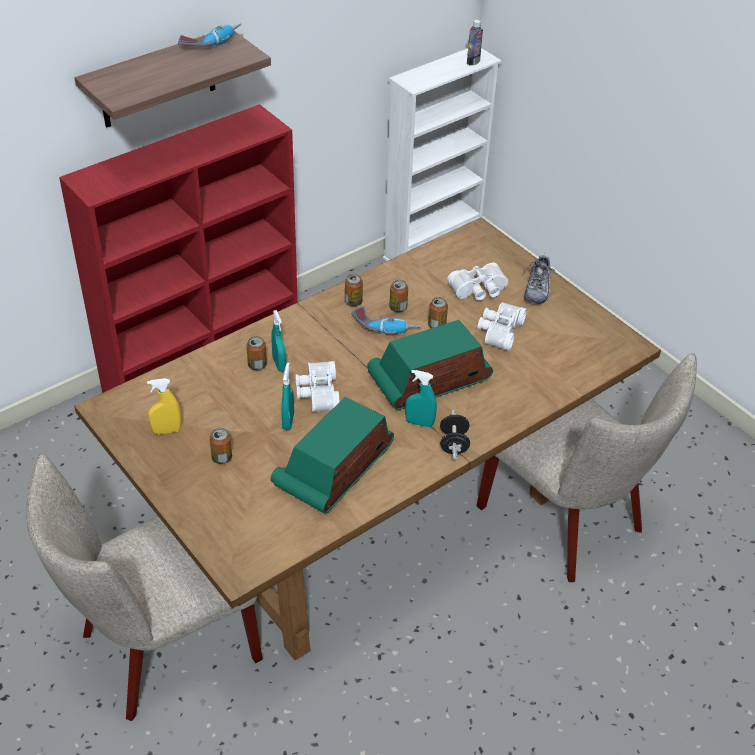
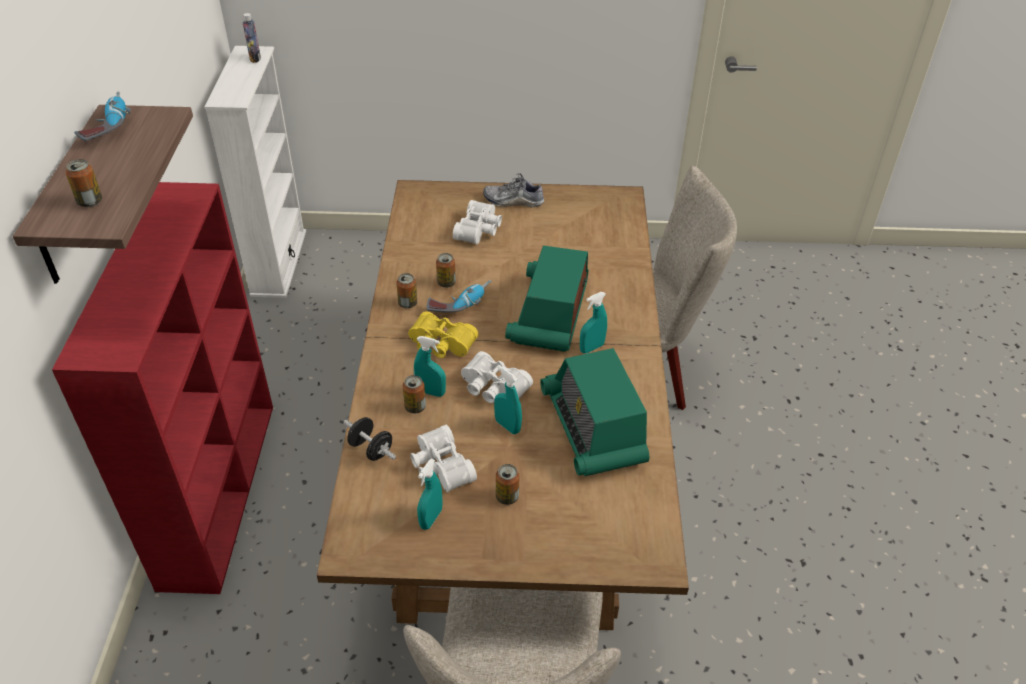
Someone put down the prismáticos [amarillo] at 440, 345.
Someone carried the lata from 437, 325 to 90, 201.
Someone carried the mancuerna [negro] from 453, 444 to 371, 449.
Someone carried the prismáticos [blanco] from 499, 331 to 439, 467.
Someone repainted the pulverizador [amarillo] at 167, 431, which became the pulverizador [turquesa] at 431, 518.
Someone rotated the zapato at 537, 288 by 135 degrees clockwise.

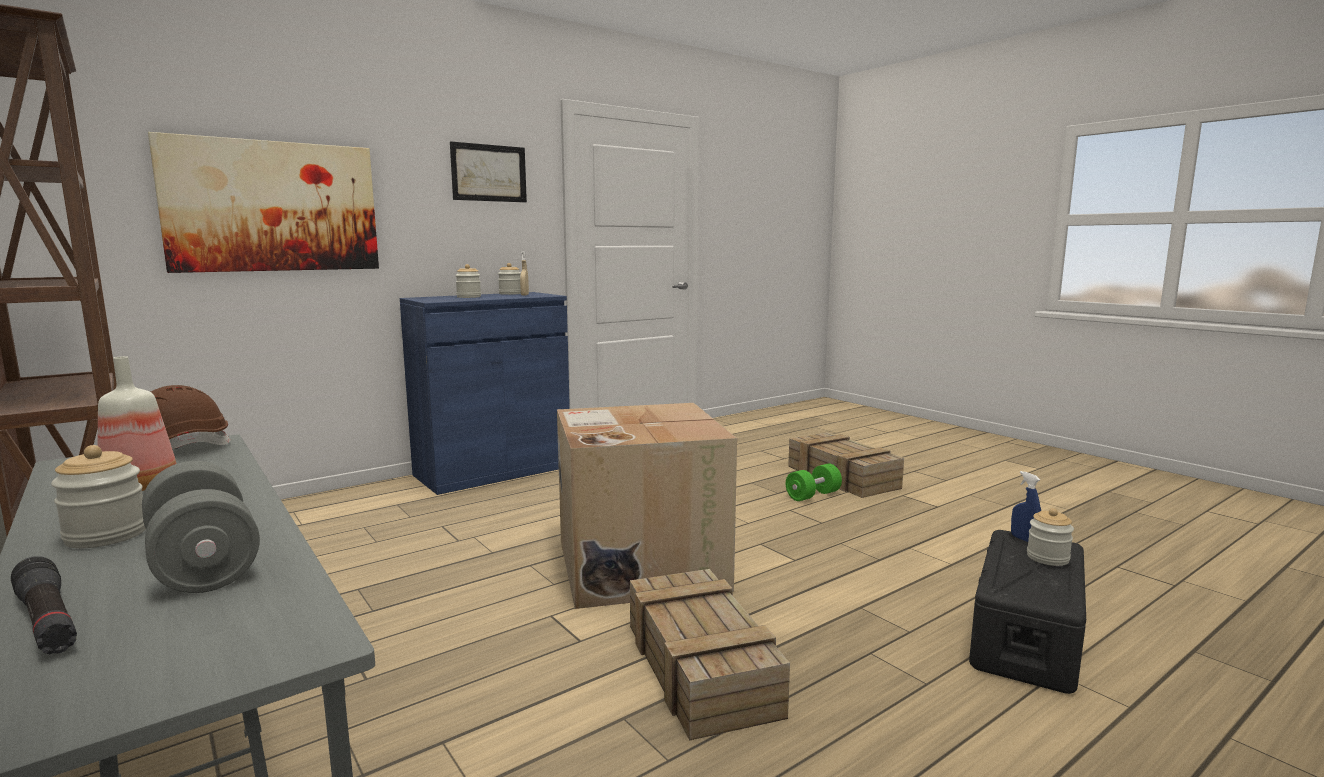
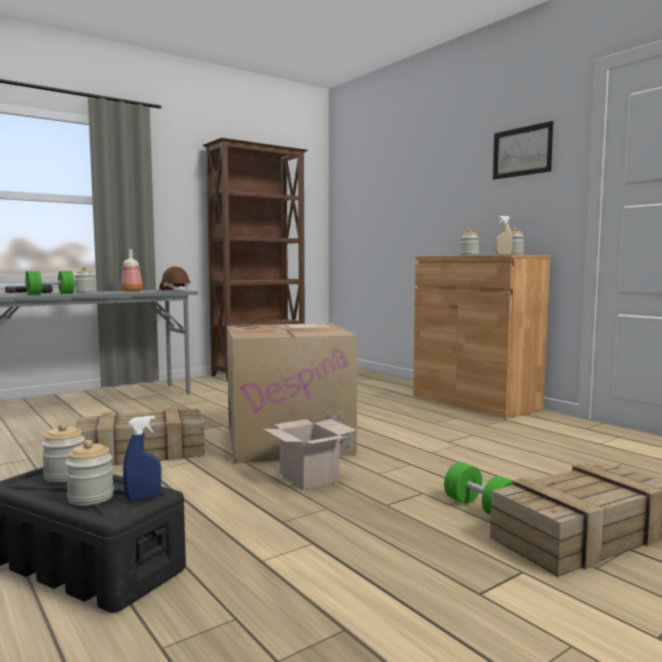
Someone took away the cuadro at 273, 206.
Someone put down the tarro at 65, 475.
Someone put down the caja de cartón at 310, 478.
Someone repainted the mancuerna [gris] at 203, 562, which became the mancuerna [verde] at 50, 294.
Someone repainted the armario [azul] at 493, 471, which became the armario [marrón] at 475, 402.

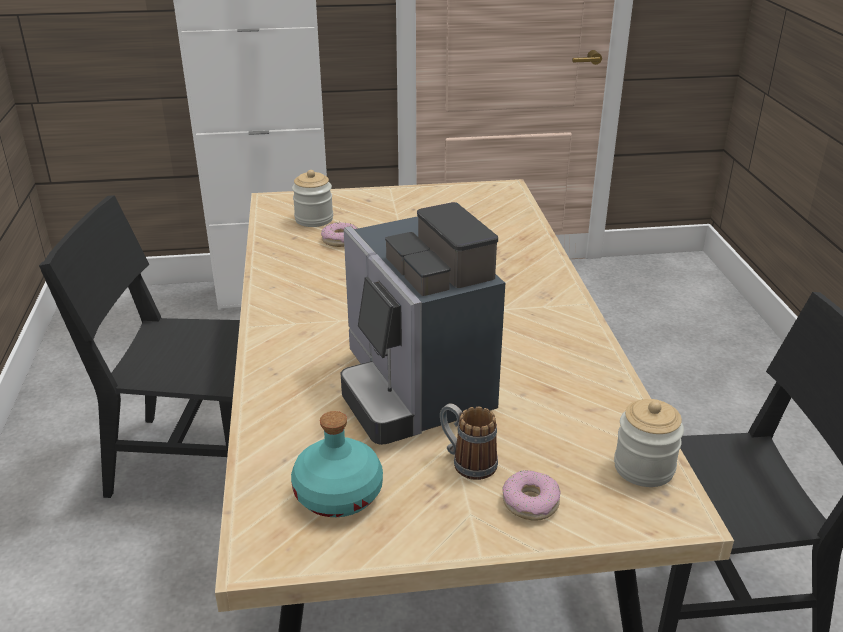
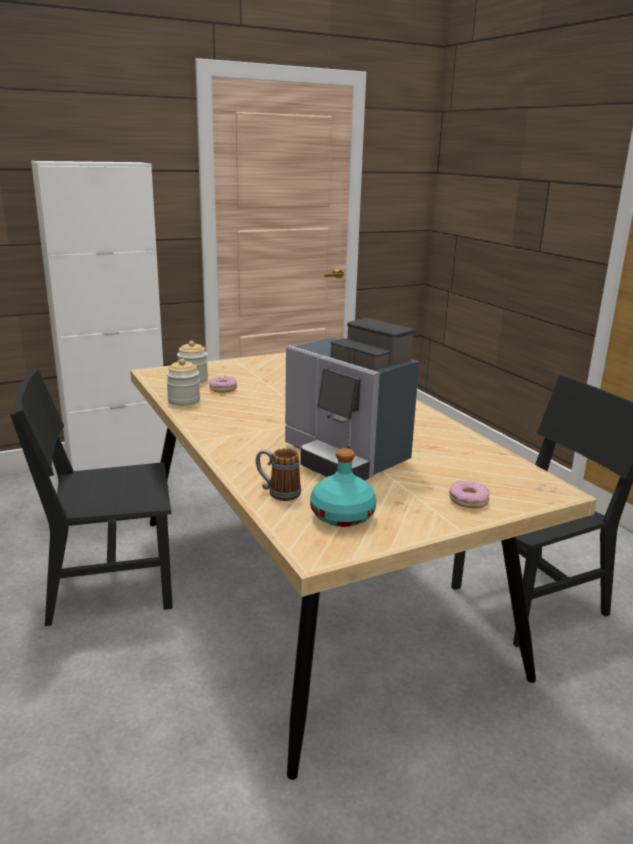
Someone carried the taza grande from 467, 462 to 278, 493.
Someone carried the tarro from 644, 467 to 184, 401.

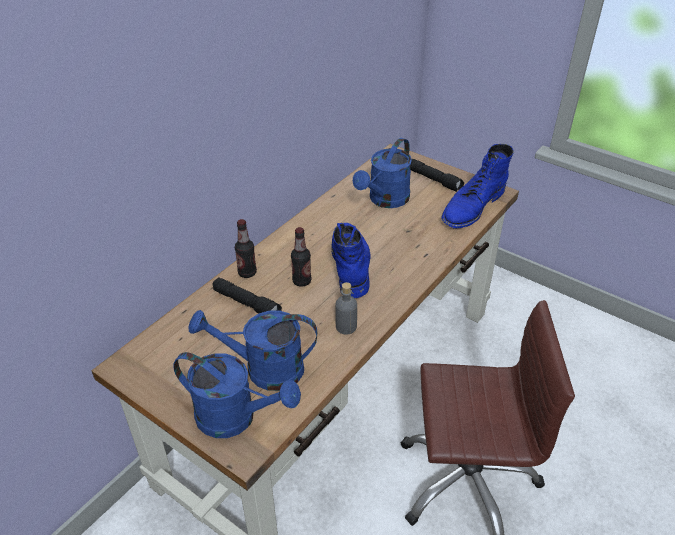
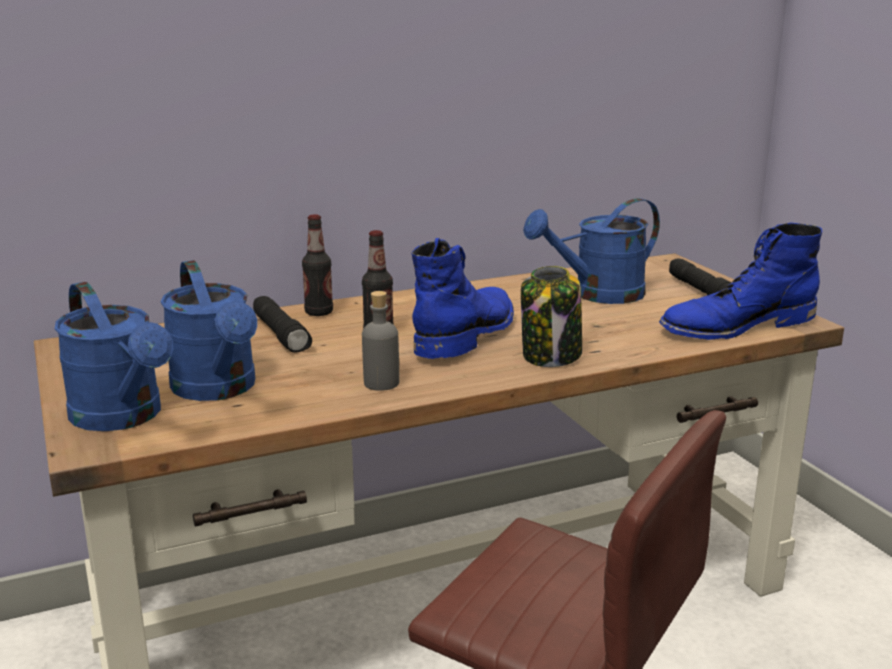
Someone put down the tarro at 551, 356.
Someone rotated the regadera [azul] at 264, 369 by 150 degrees counterclockwise.

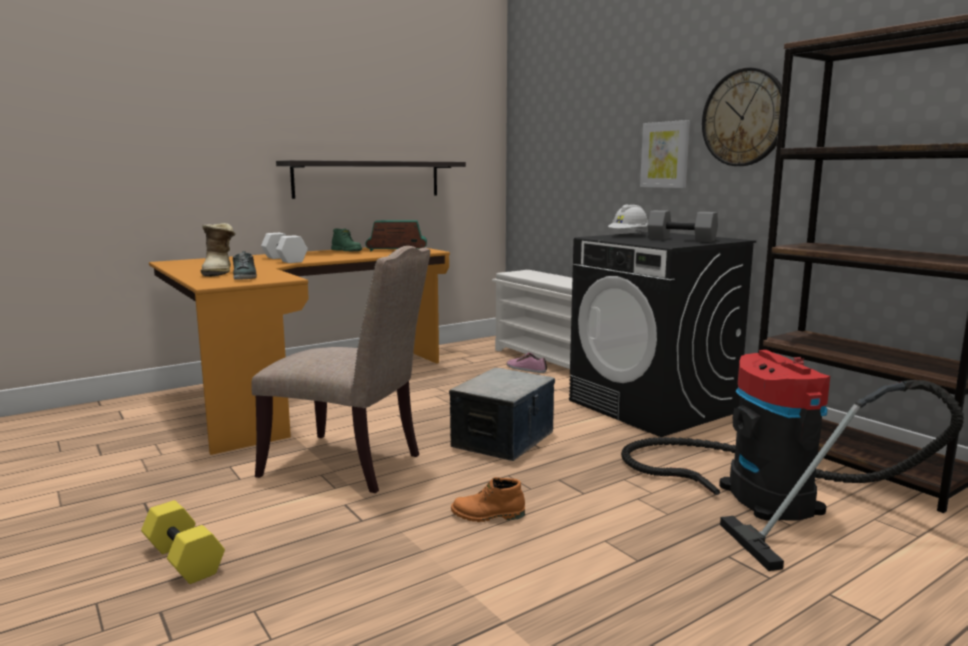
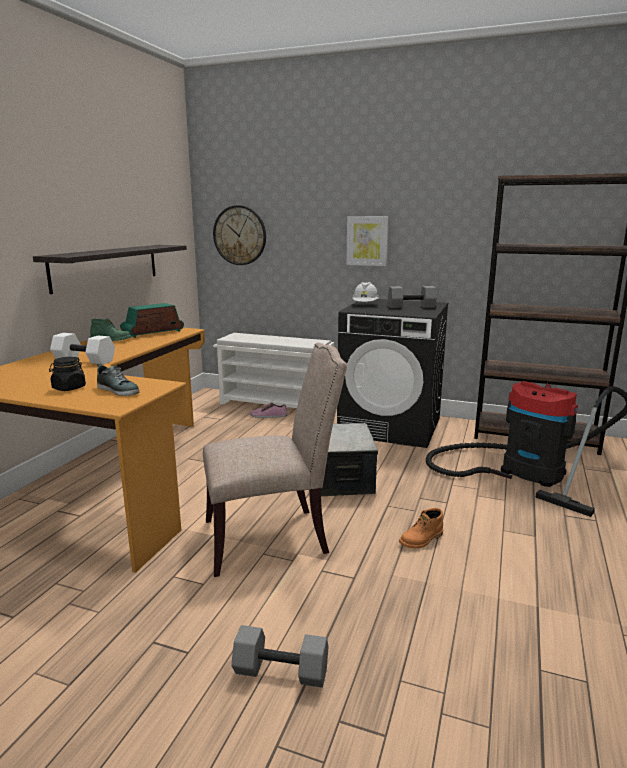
Someone carried the reloj de pared from 744, 118 to 240, 235.
Someone swapped the bota at 220, 272 for the tarro [negro] at 69, 388.
Someone repainted the mancuerna [amarillo] at 185, 559, which became the mancuerna [gris] at 282, 670.

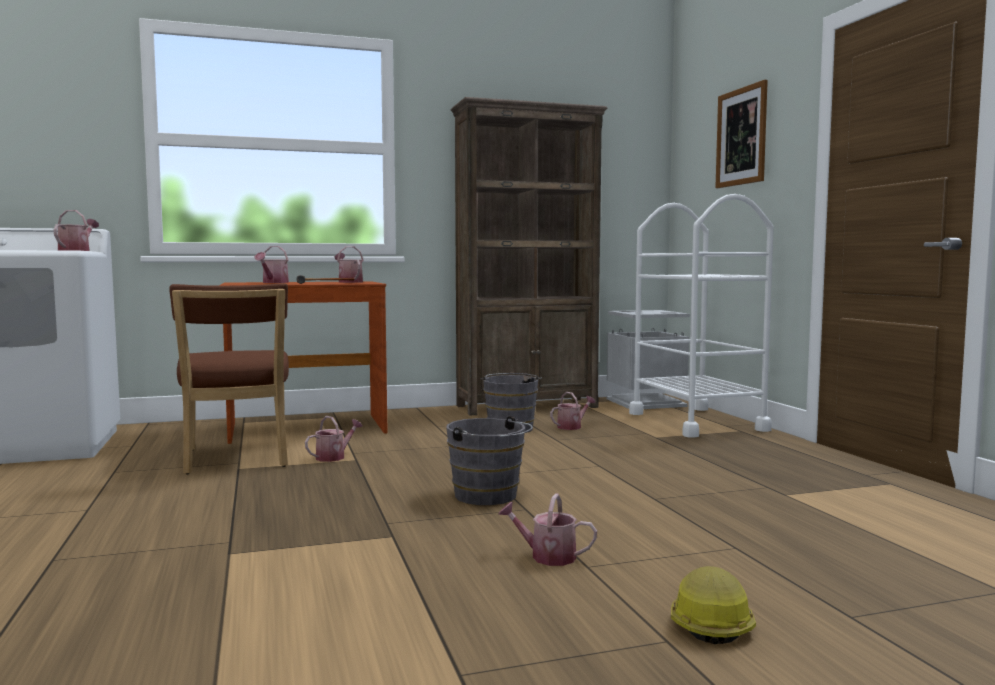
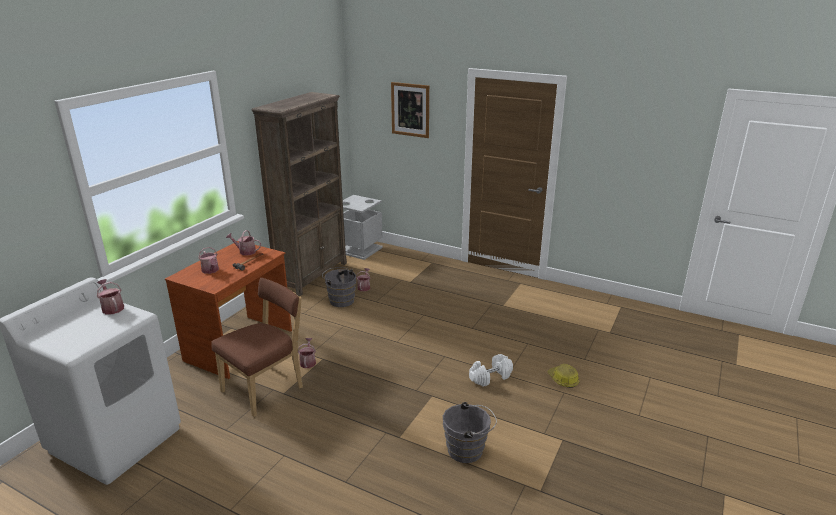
Someone took away the carrito [blanco] at 696, 422.
Someone carried the cubo [gris] from 489, 497 to 468, 450.
Someone swapped the regadera at 547, 556 for the mancuerna [blanco] at 490, 377.
Someone rotated the silla [marrón] at 236, 460 by 75 degrees counterclockwise.

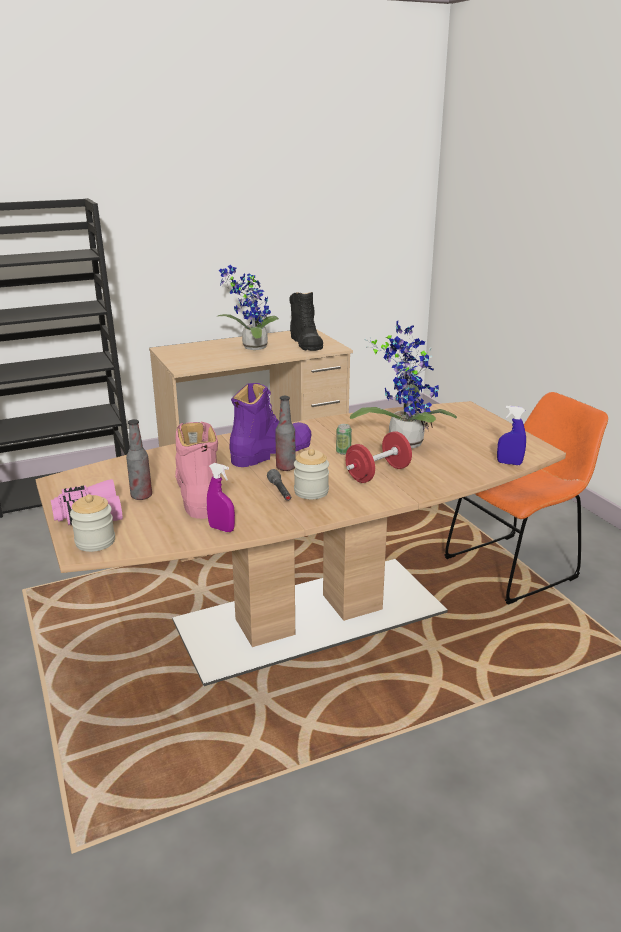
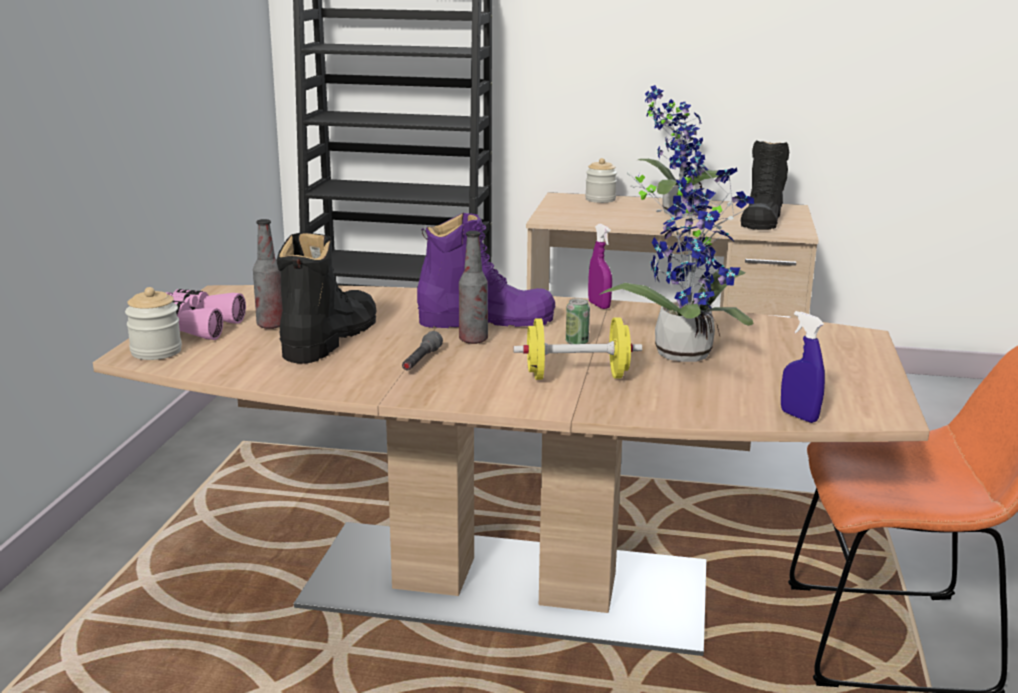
Someone carried the pulverizador [morado] from 221, 529 to 599, 305.
Someone carried the tarro from 311, 492 to 600, 199.
Someone repainted the bota [rosa] at 197, 494, which became the bota [negro] at 329, 338.
Someone repainted the mancuerna [rojo] at 378, 474, which became the mancuerna [amarillo] at 576, 376.

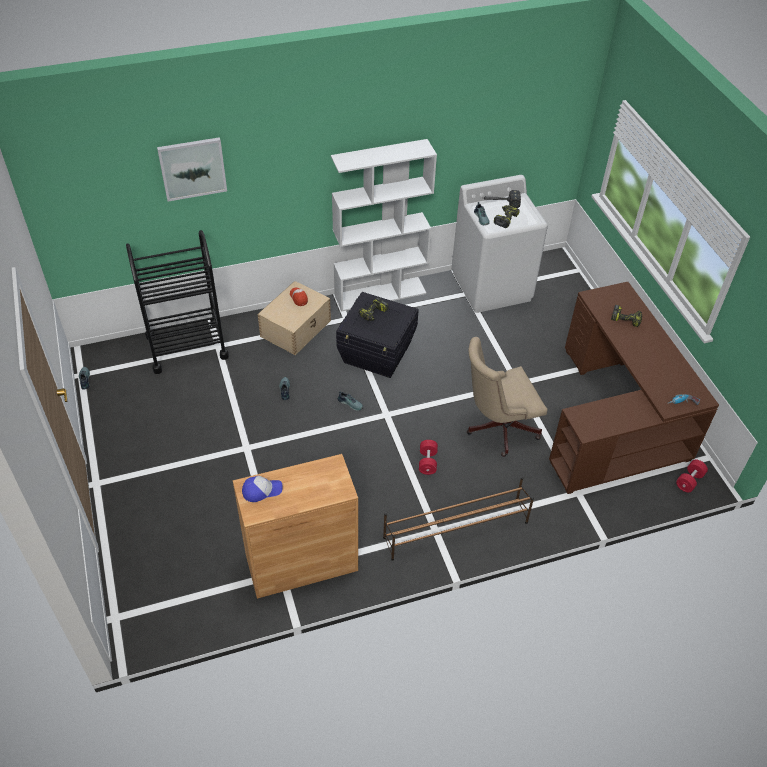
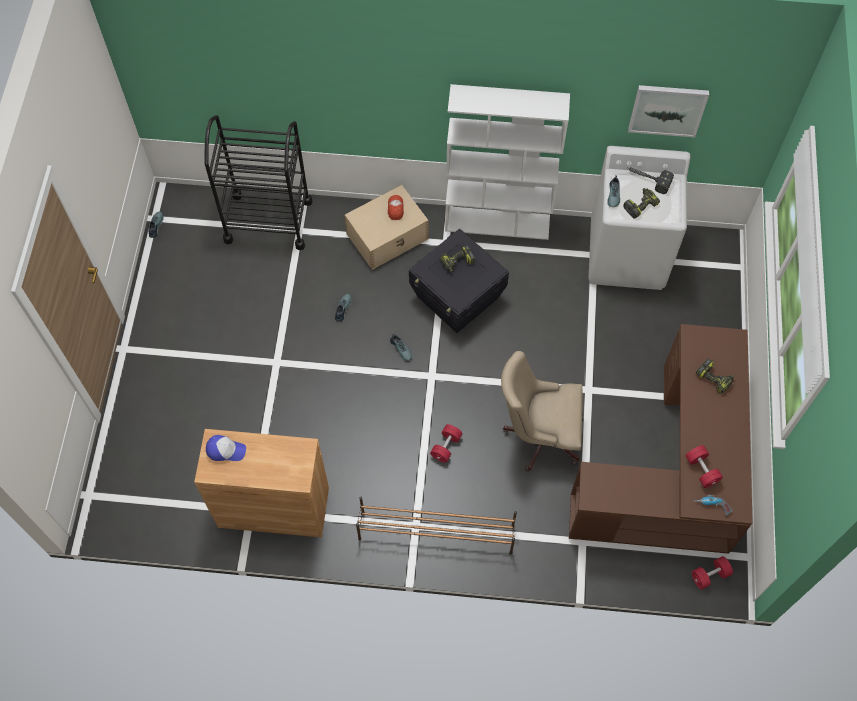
Someone put down the mancuerna [rojo] at 701, 470.
Someone carried the cuadro from 192, 168 to 667, 109.

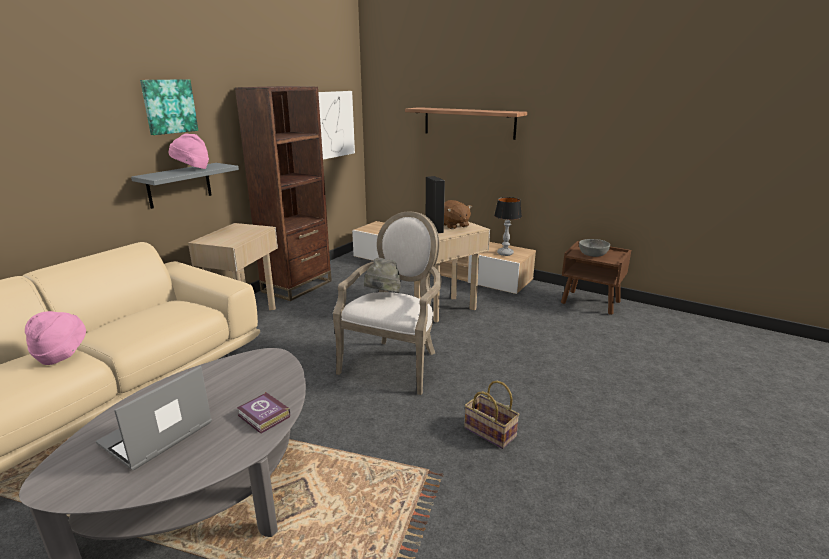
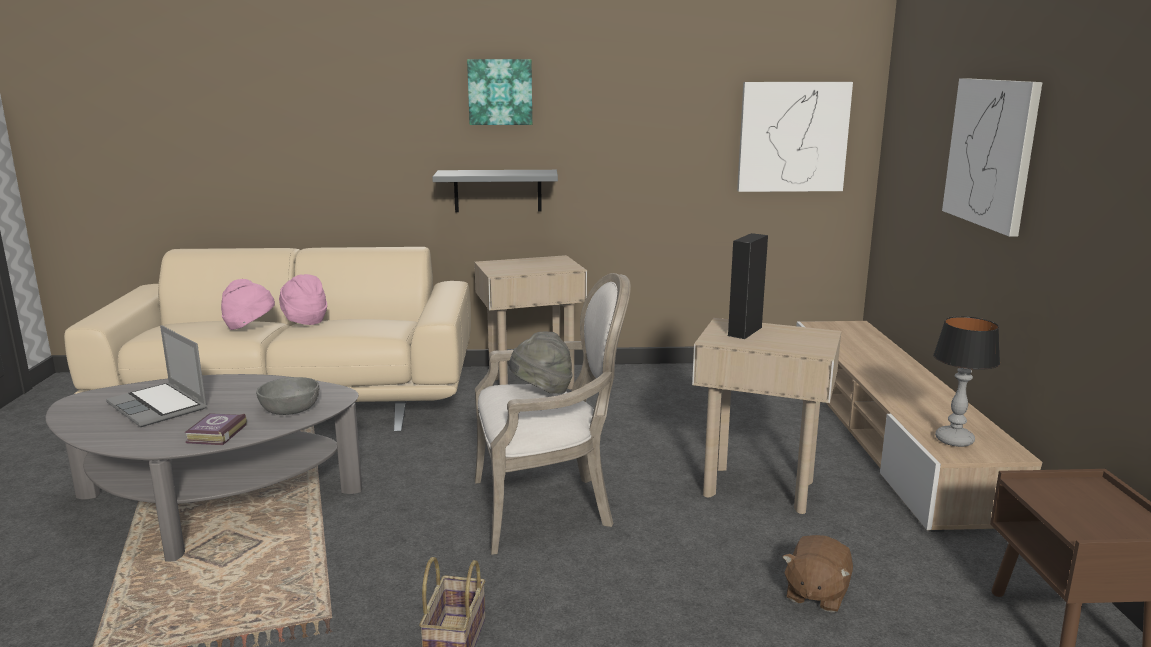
Someone took away the estantería [marrón] at 297, 286.
Someone carried the sombrero [rosa] from 192, 169 to 304, 321.
Someone carried the peluche [marrón] from 453, 225 to 815, 594.
Someone carried the cuenco [gris] from 592, 254 to 290, 409.
Someone swapped the estante at 469, 123 for the cuadro at 991, 153.
Someone rotated the portátil at 156, 435 by 135 degrees counterclockwise.

